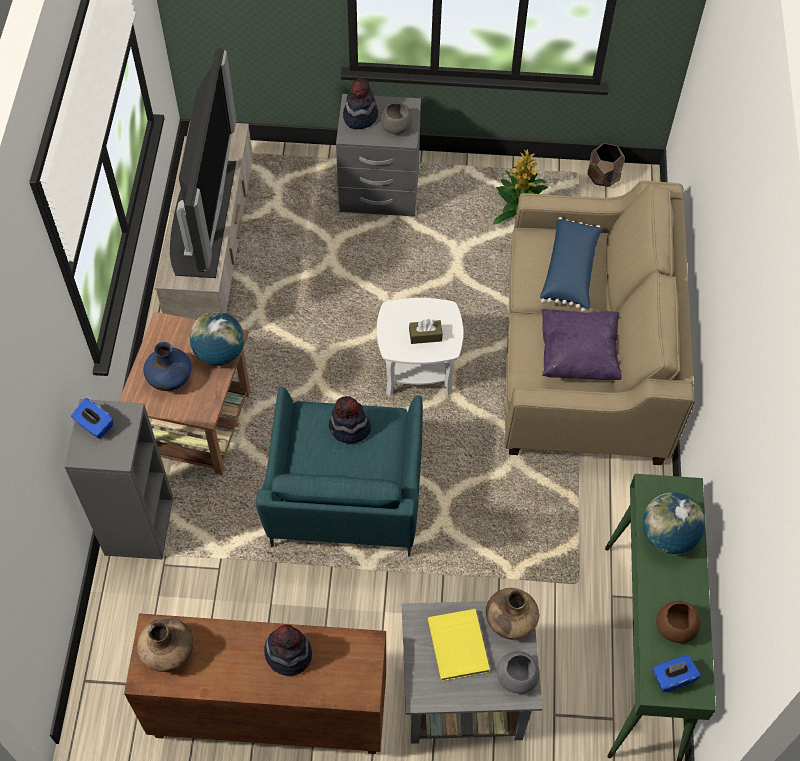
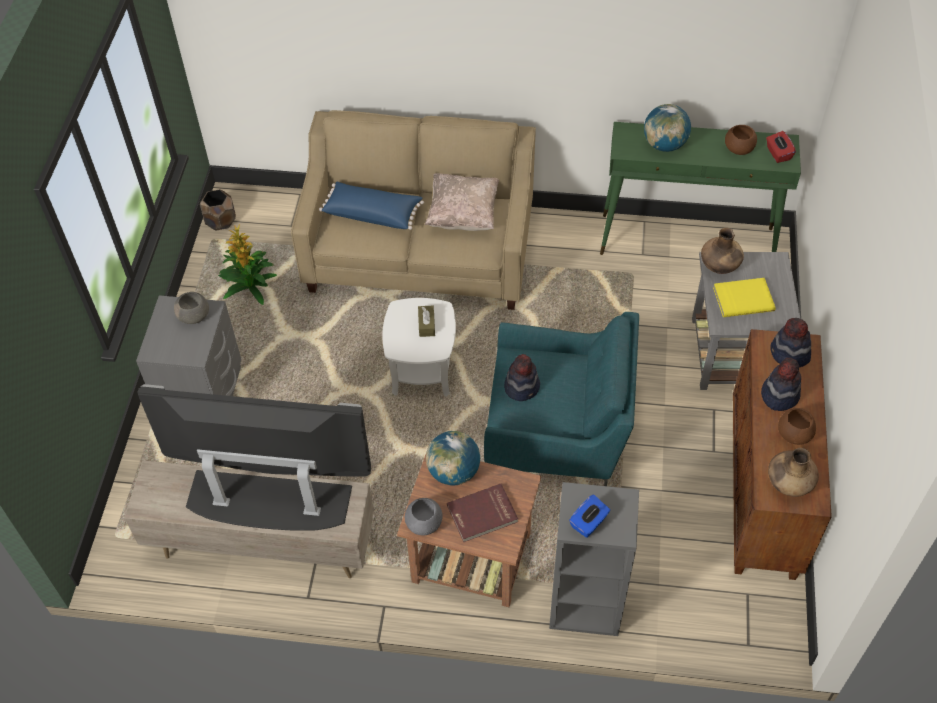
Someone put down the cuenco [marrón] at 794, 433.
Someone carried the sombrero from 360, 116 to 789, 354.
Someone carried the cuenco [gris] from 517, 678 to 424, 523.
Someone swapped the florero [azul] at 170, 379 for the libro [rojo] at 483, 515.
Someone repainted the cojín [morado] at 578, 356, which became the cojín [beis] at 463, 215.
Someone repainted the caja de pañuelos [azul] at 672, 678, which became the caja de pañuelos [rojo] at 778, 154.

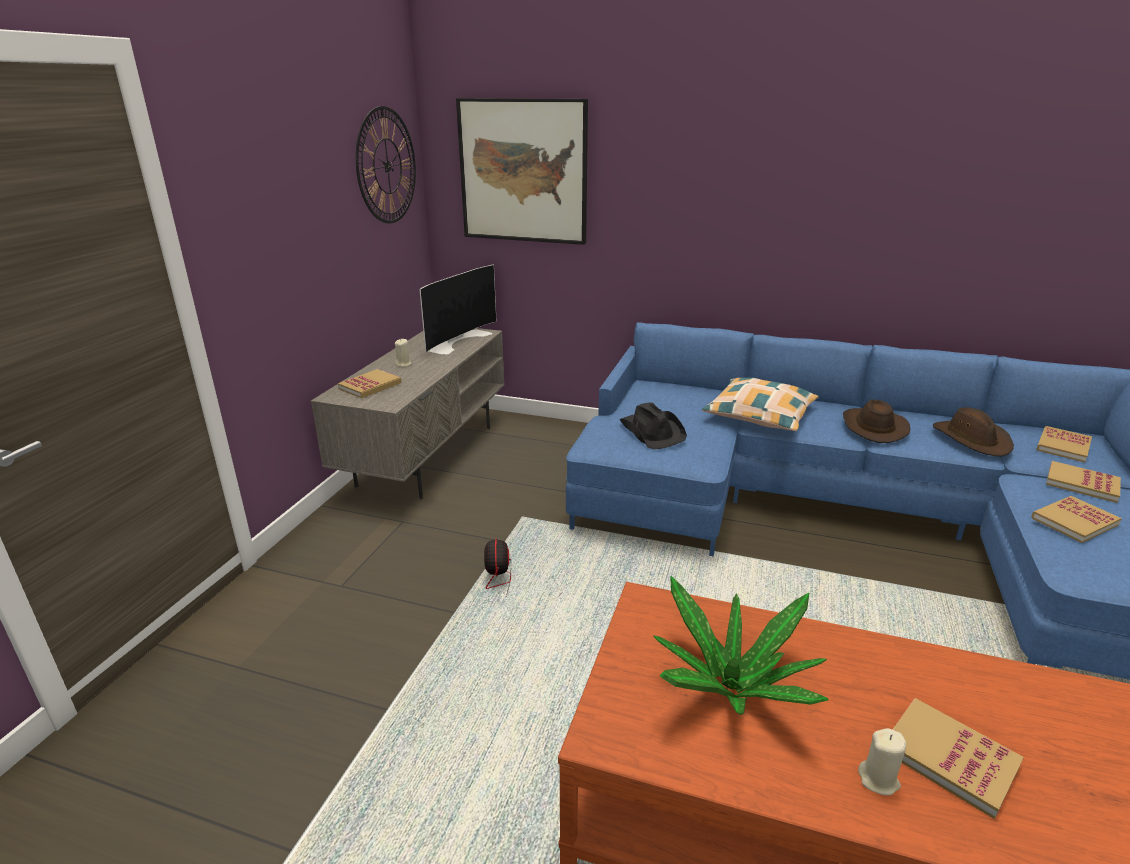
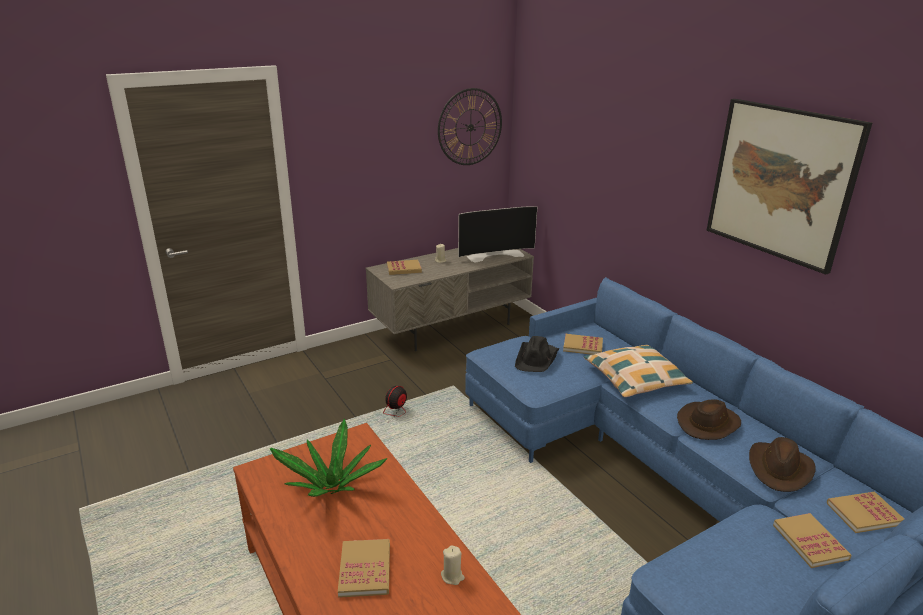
Someone carried the cuadro from 523, 171 to 781, 183.
Someone carried the vela [beis] from 878, 779 to 452, 576.
Someone carried the libro from 1074, 521 to 583, 346.

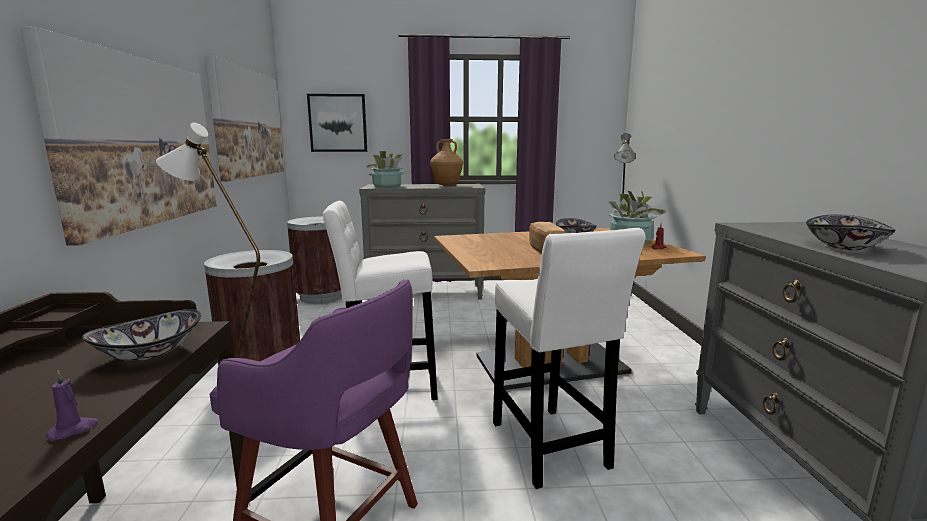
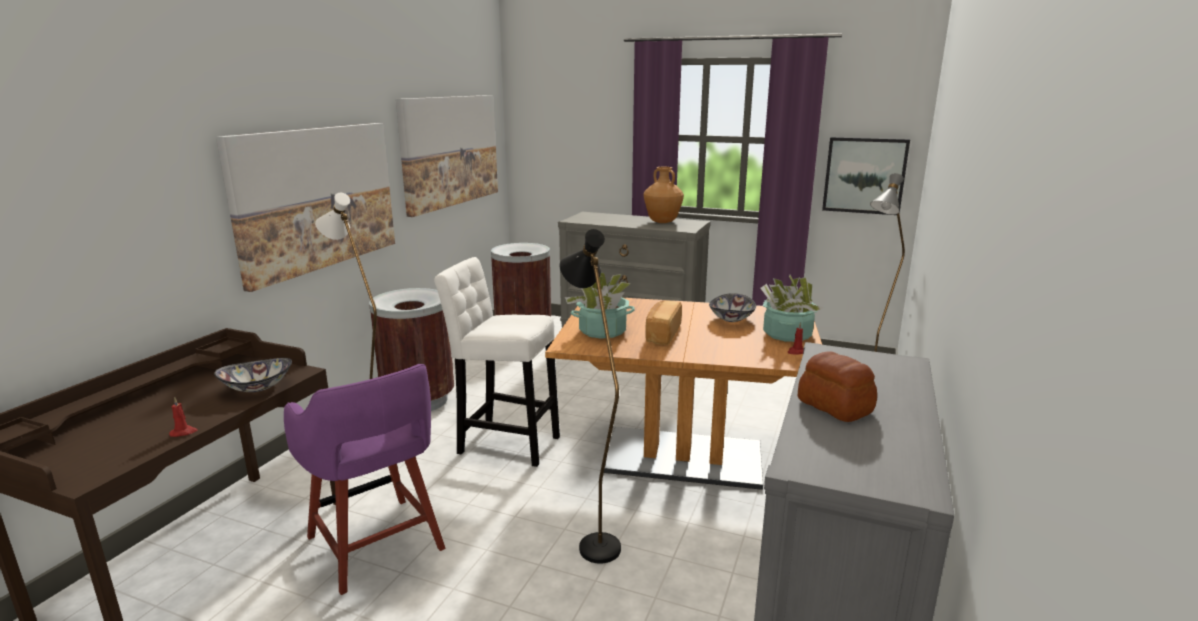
Someone carried the cuadro from 338, 123 to 864, 175.
Someone carried the planta en maceta from 387, 186 to 602, 331.
Someone swapped the taburete [blanco] at 550, 449 for the lámpara de pie [negro] at 593, 540.
Someone swapped the cuenco at 845, 247 for the pan at 834, 407.
Someone repainted the vela [morado] at 74, 430, which became the vela [rojo] at 184, 432.

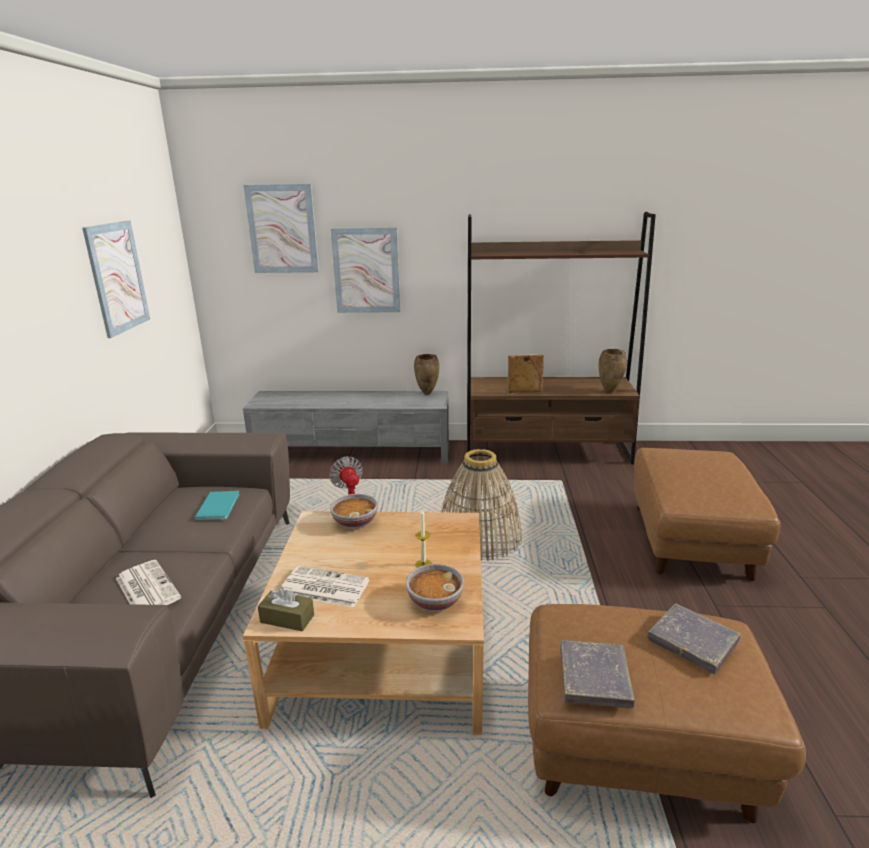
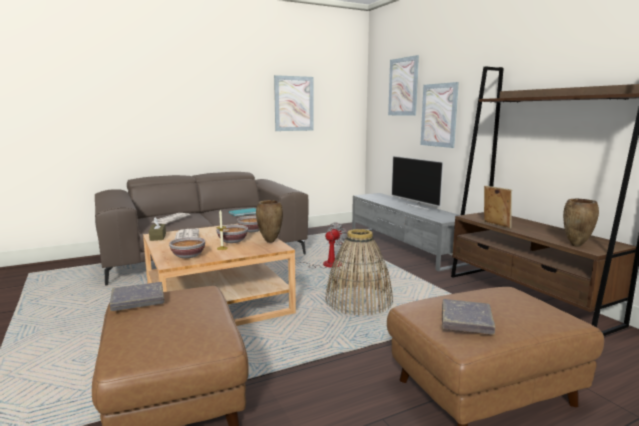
Someone put down the cuenco at 233, 241.
Someone put down the televisor at 416, 206.
Someone carried the florero [marrón] from 427, 393 to 269, 242.
Someone carried the libro [gris] from 692, 641 to 466, 320.

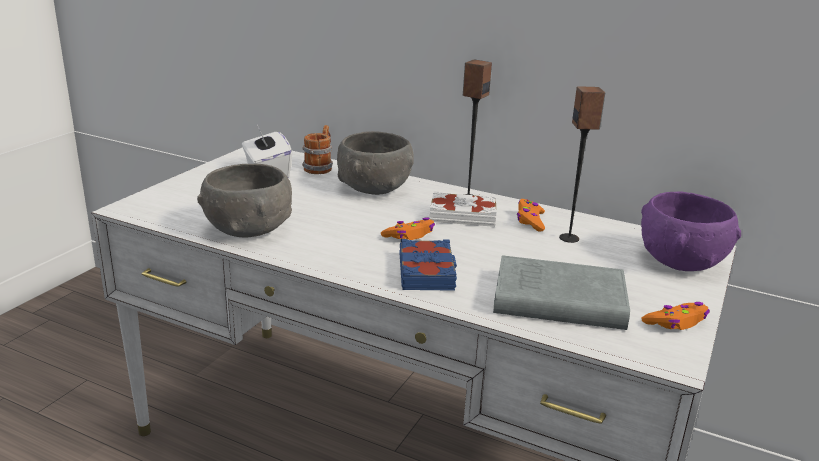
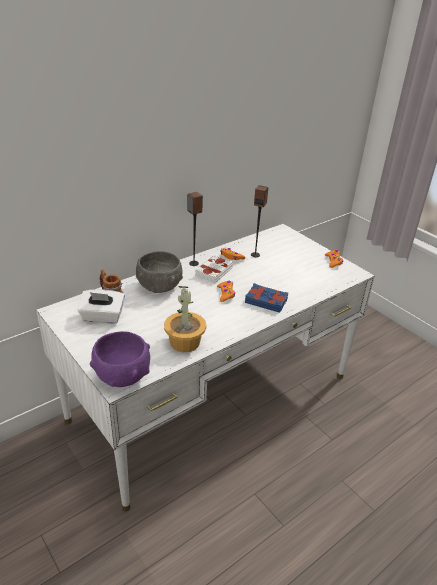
Someone took away the libro [gris] at 555, 300.
Someone carried the cuenco [morado] from 680, 261 to 122, 375.
Someone swapped the cuenco [gris] at 248, 230 for the planta en maceta at 184, 342.

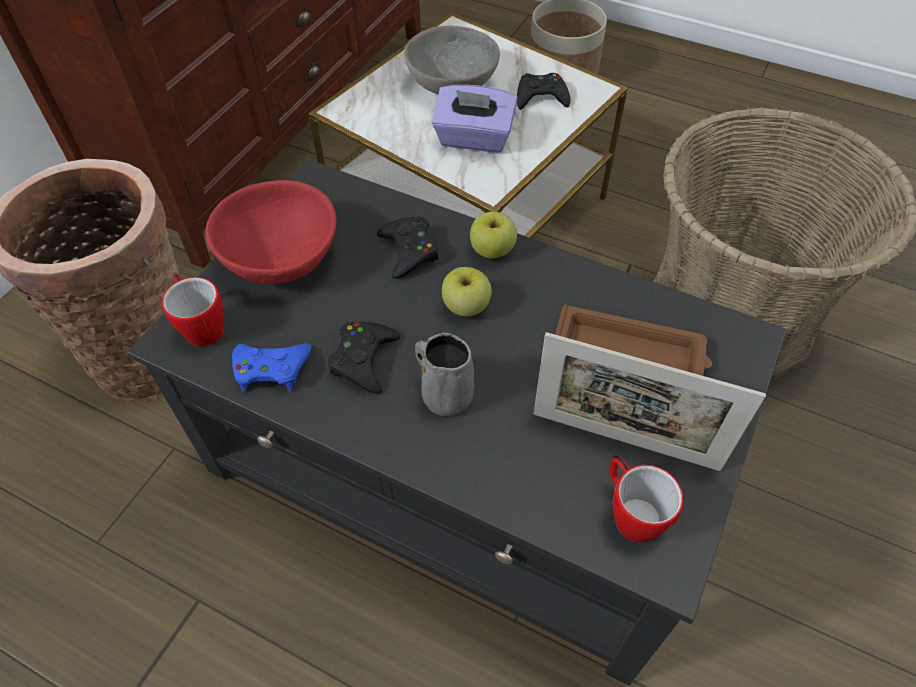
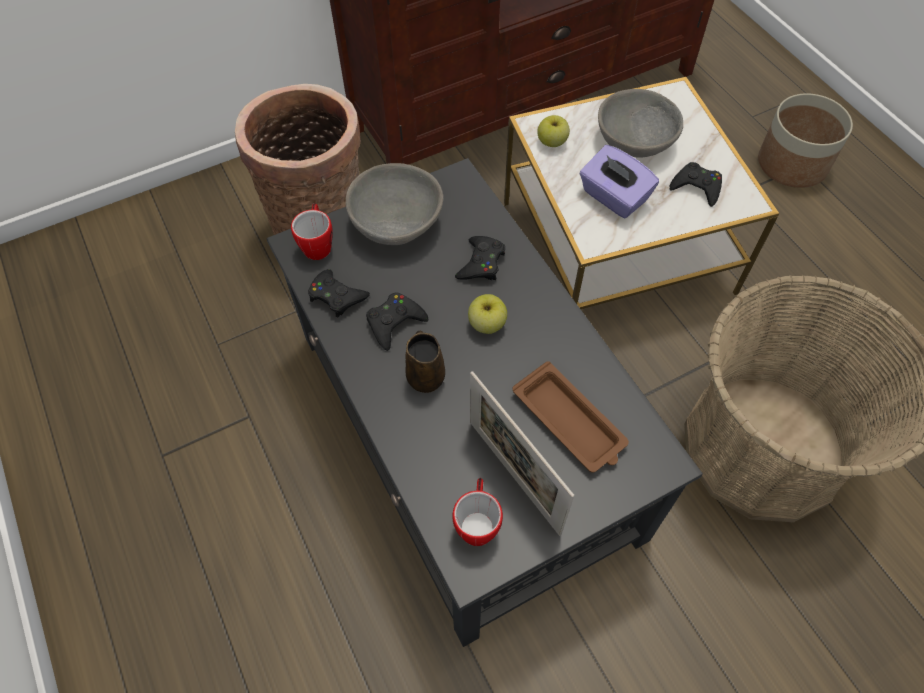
Someone carried the manzana from 492, 250 to 552, 142.
Someone repainted the cuenco [rojo] at 281, 259, which became the cuenco [gris] at 396, 224.
Someone repainted the mando de consola [azul] at 271, 369, which became the mando de consola [negro] at 336, 296.
Someone repainted the taza grande [gris] at 445, 395, which became the taza grande [marrón] at 425, 375.

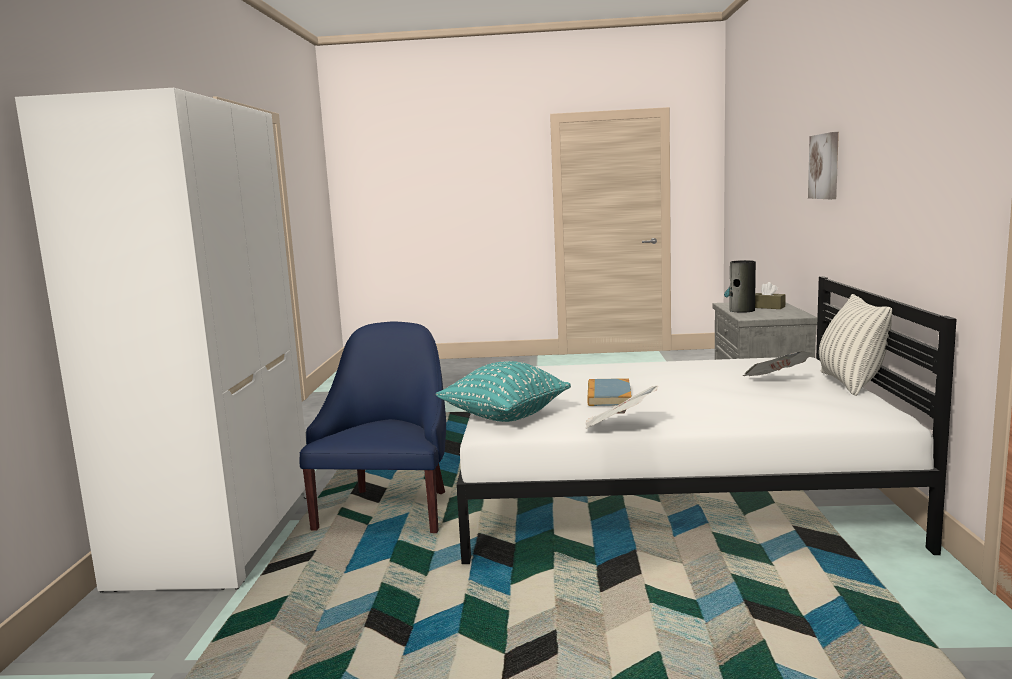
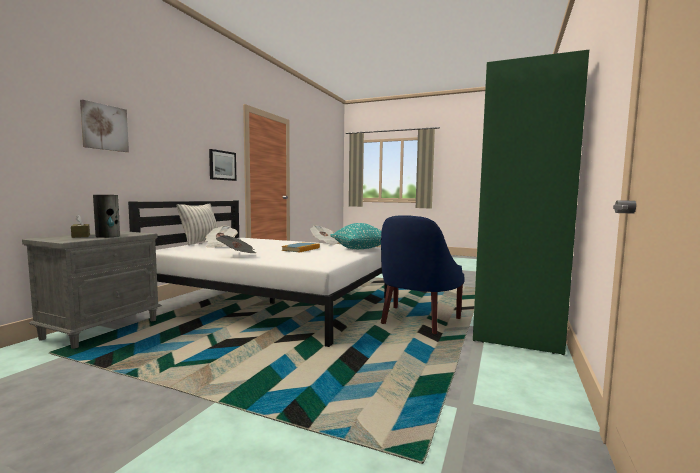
Someone put up the cuadro at 222, 165.
Someone put down the periódico at 238, 255.
Someone repainted the armario ropero [blanco] at 217, 535, which became the armario ropero [verde] at 516, 326.

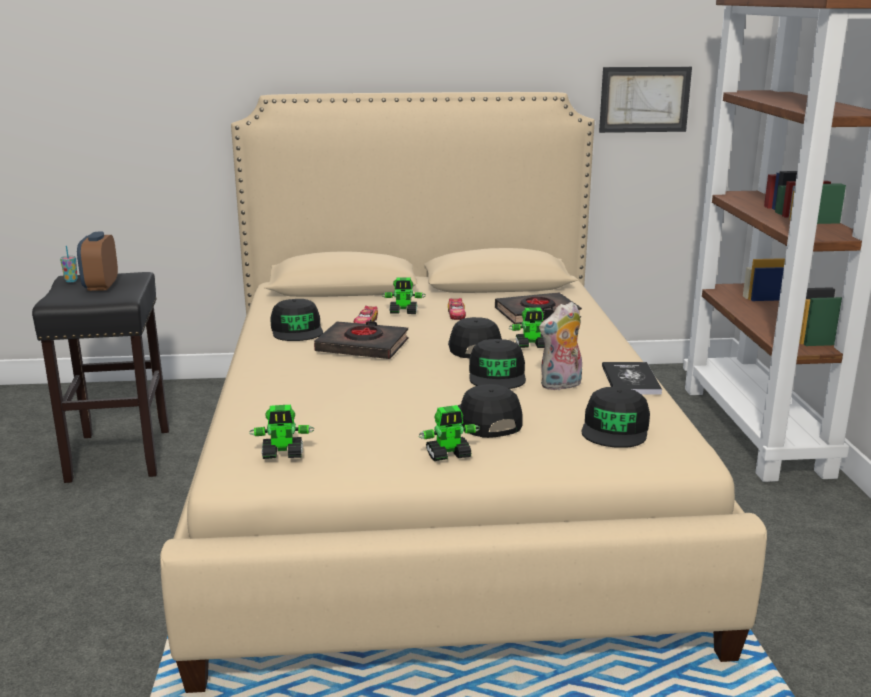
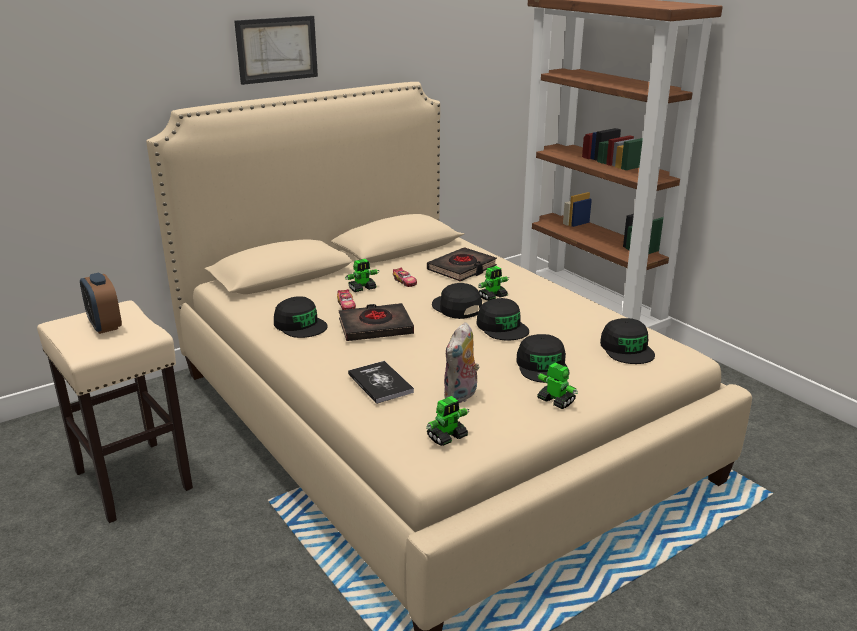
Someone took away the taza at 71, 281.
Someone carried the peluche from 561, 385 to 461, 396.
Someone carried the cuadro from 644, 99 to 277, 49.
Someone carried the libro from 630, 380 to 380, 383.
Someone repainted the taburete [negro] at 119, 455, which became the taburete [beis] at 134, 480.
Someone rotated the robot de juguete at 449, 455 by 90 degrees counterclockwise.
Someone rotated the gorra [negro] at 486, 420 by 135 degrees counterclockwise.

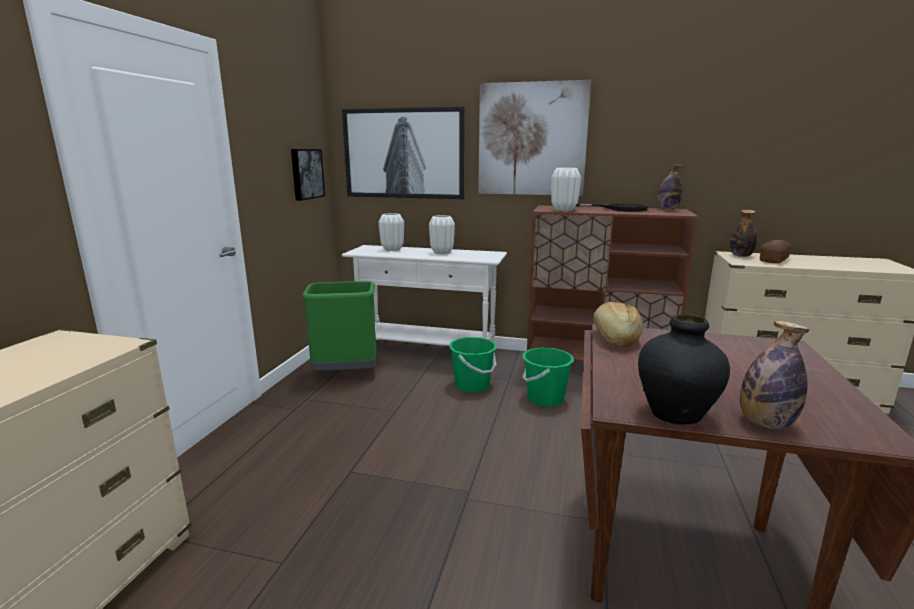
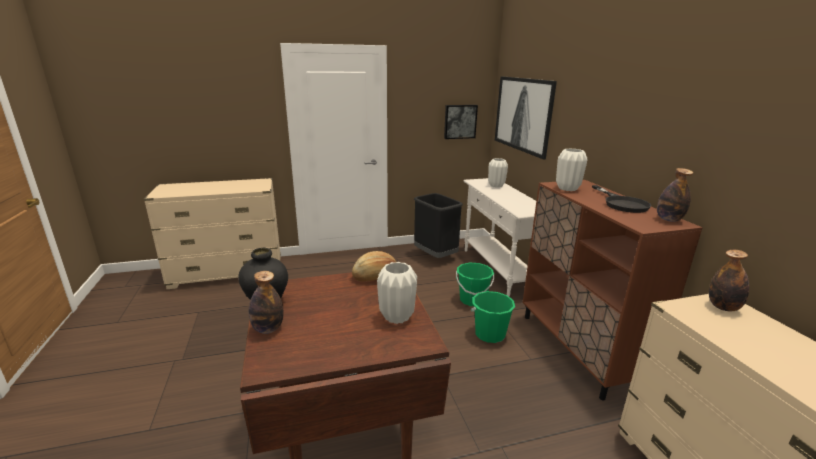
Someone took away the cuadro at 532, 139.
Someone took away the pan at 773, 260.
Someone carried the florero [blanco] from 442, 252 to 397, 316.
Someone repainted the papelera [verde] at 345, 373, which became the papelera [negro] at 435, 256.

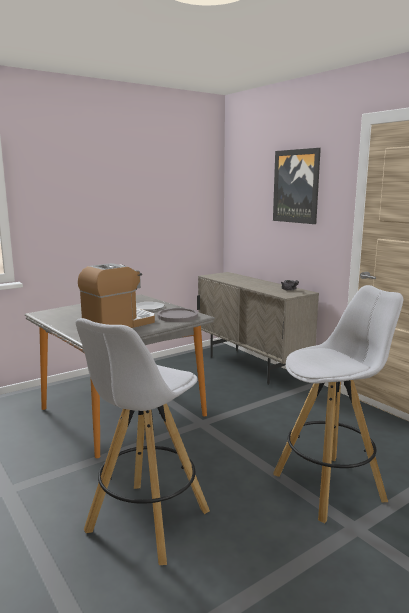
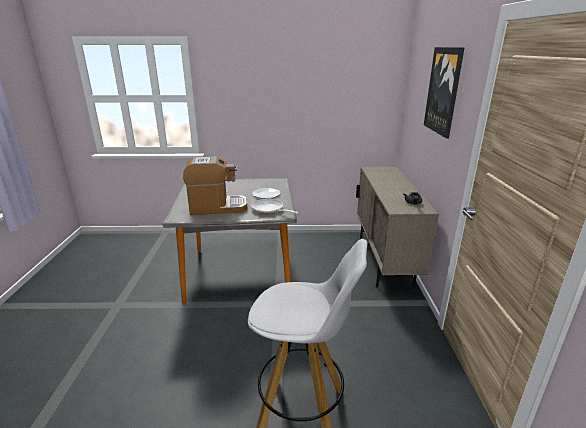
Someone took away the taburete [blanco] at 147, 522.
Someone swapped the plato [gris] at 177, 316 for the sartén at 269, 210.

